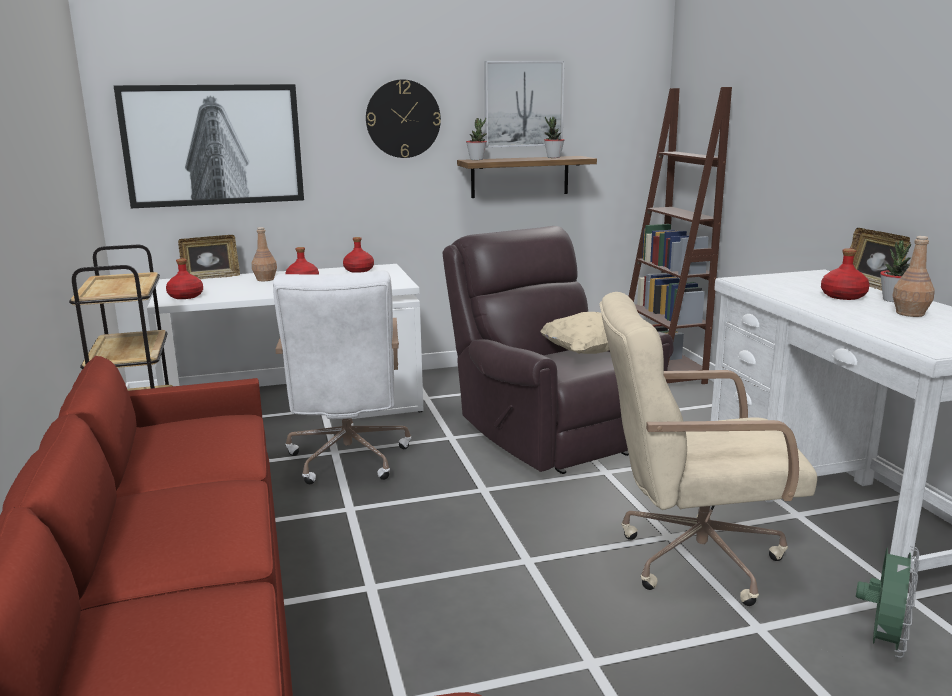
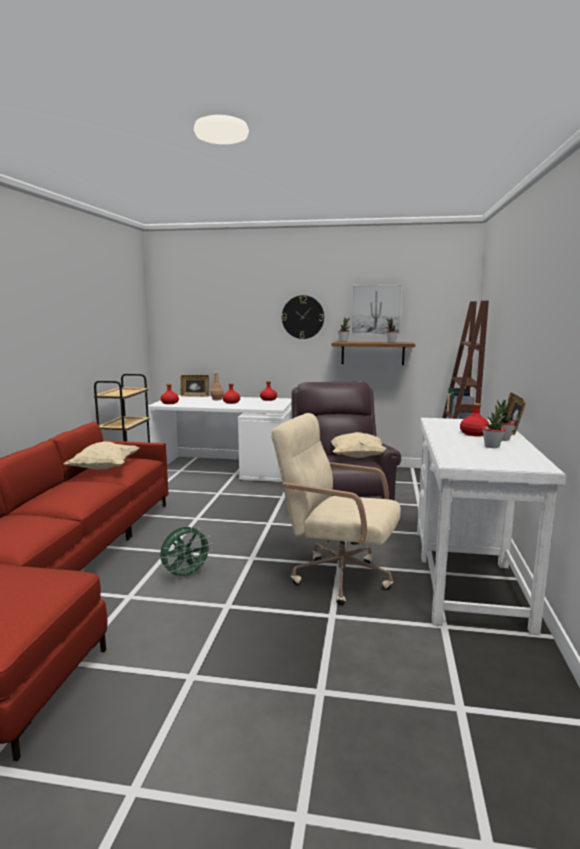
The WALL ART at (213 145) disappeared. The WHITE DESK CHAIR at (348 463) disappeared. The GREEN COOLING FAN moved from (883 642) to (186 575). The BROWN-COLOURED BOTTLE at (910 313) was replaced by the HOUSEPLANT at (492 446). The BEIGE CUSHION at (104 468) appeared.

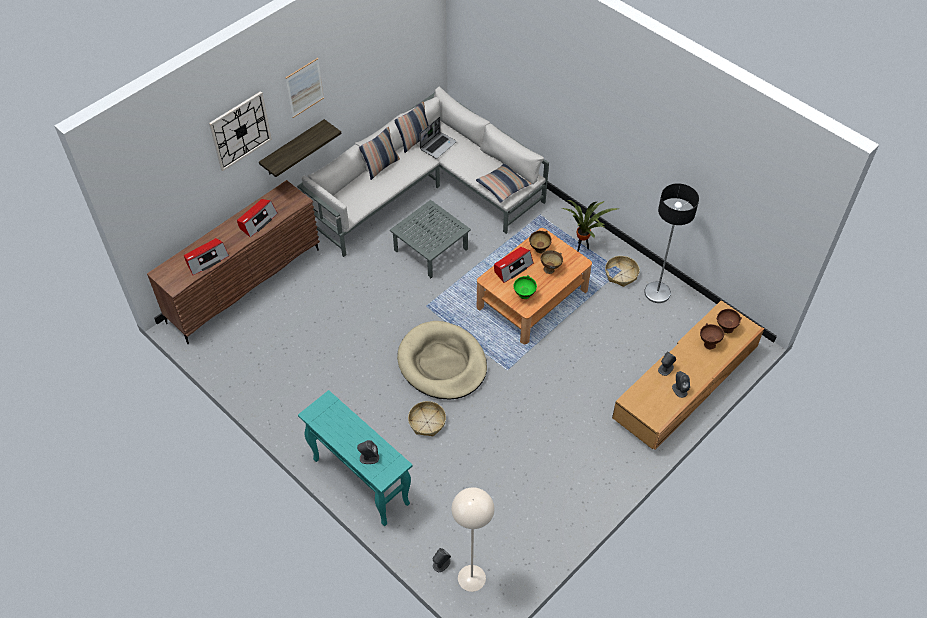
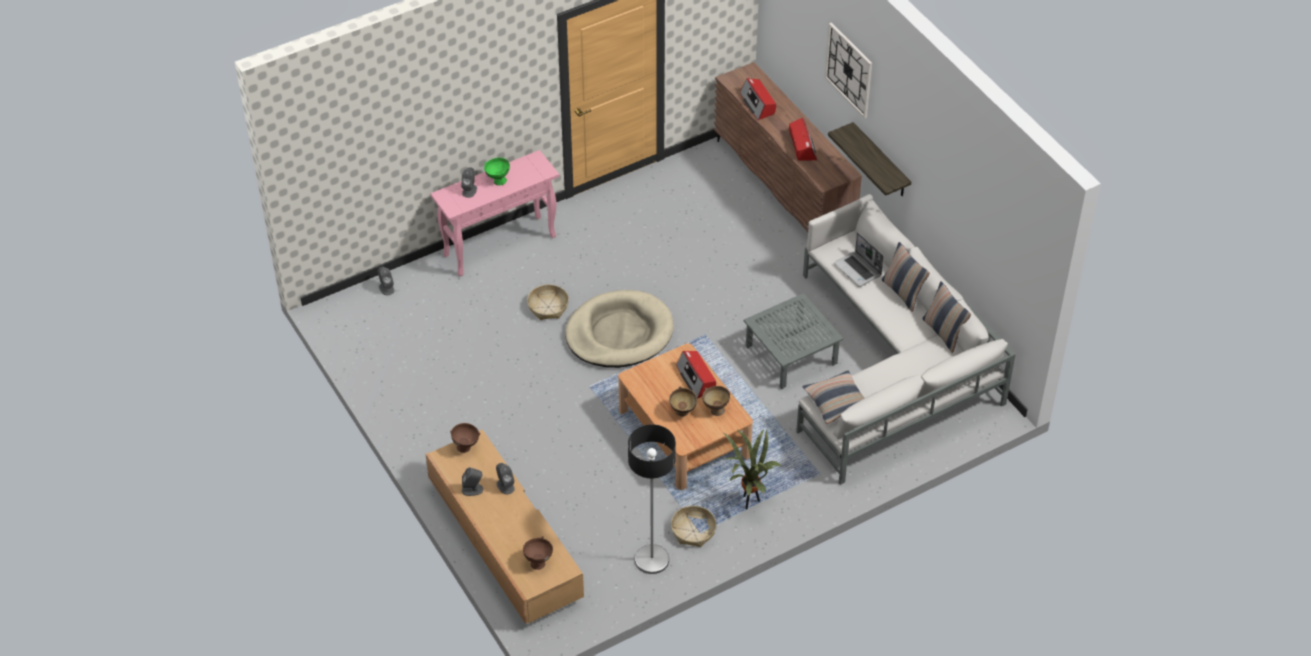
The RADIO at (257 221) turned 150 degrees counterclockwise. The WALL ART at (304 87) disappeared. The TURQUOISE-COLOURED NARROW TABLE at (360 481) became the PINKISH NARROW TABLE at (500 245). The NOTEBOOK COMPUTER moved from (438 145) to (858 270). The BEIGE STANDING LAMP at (471 578) disappeared. The GREEN SERVING BOWL moved from (524 297) to (497 180). The BROWN-COLOURED SERVING BOWL moved from (708 343) to (467 447).

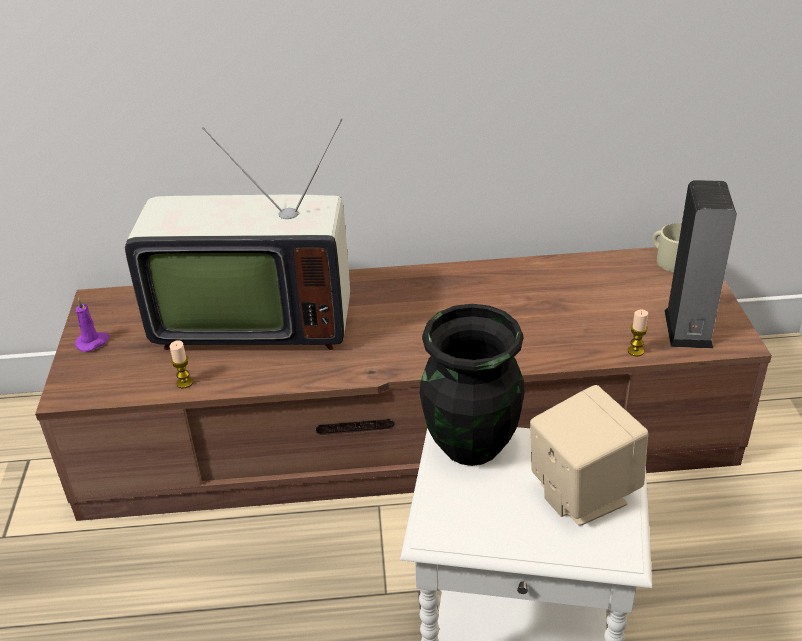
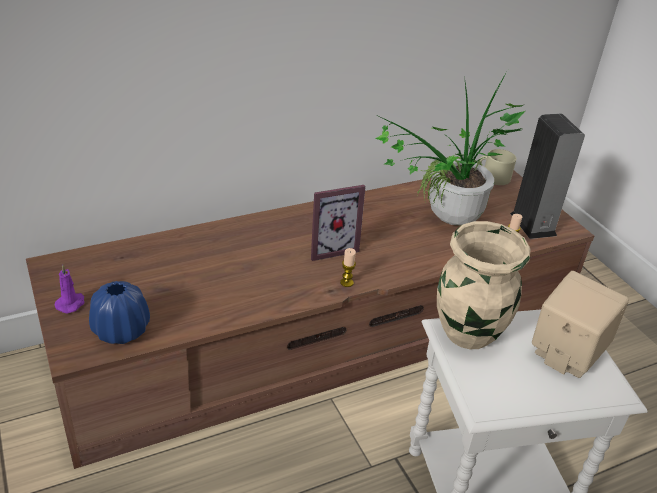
The TV at (252 321) disappeared. The WAX LIGHT moved from (184 383) to (346 282). The BLACK DECORATIVE VASE at (470 446) became the BEIGE DECORATIVE VASE at (468 334). The BLUE-COLOURED DECORATIVE VASE at (121 331) appeared. The STANDING FRAME at (330 247) appeared. The HOUSEPLANT at (445 222) appeared.

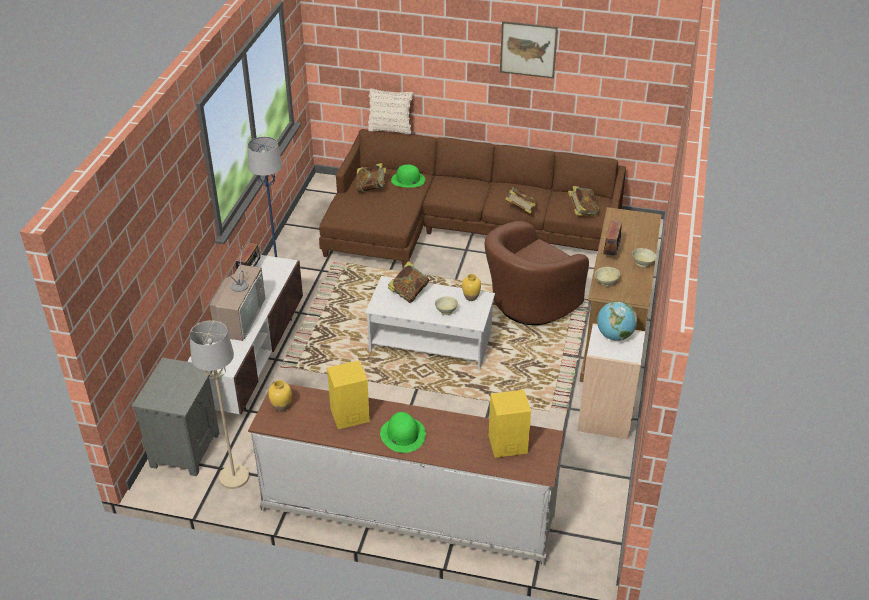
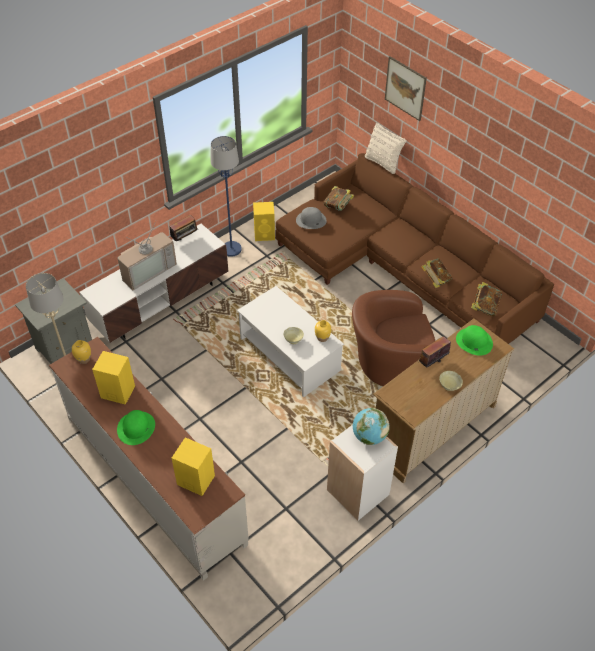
The BOOK at (409 293) disappeared. The GREEN HAT moved from (408 180) to (474 341). The WALL ART moved from (528 49) to (405 88). The BEIGE SERVING BOWL at (606 282) disappeared. The YELLOW-COLOURED SPEAKER at (265 234) appeared. The GREY HAT at (311 220) appeared.

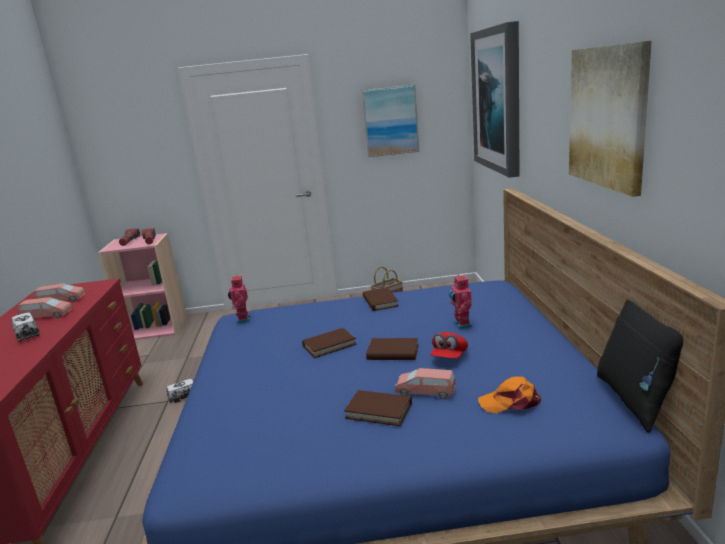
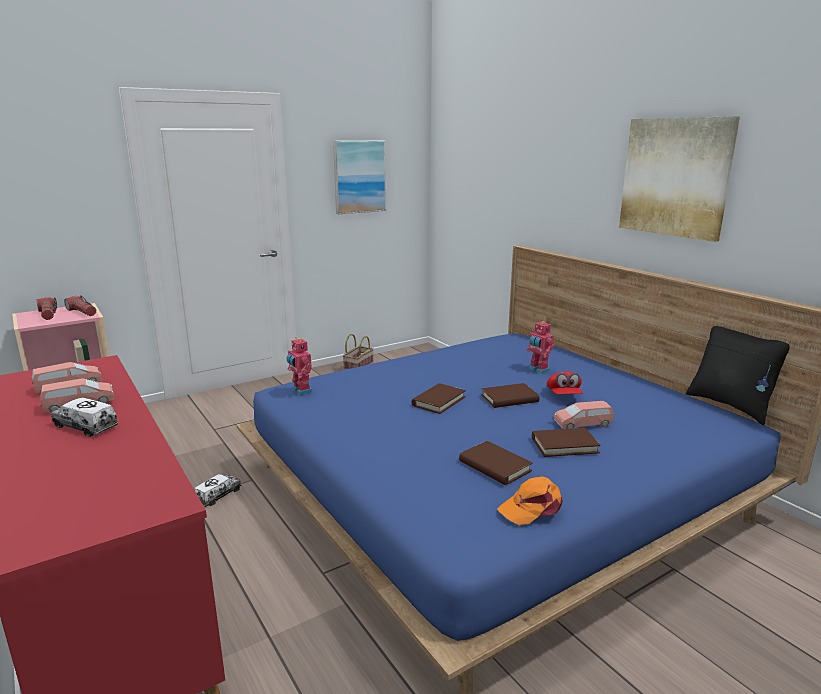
The BROWN-COLOURED BOOK moved from (380 301) to (494 466). The WALL ART at (498 100) disappeared. The ORANGE-COLOURED CAP moved from (510 402) to (532 508).

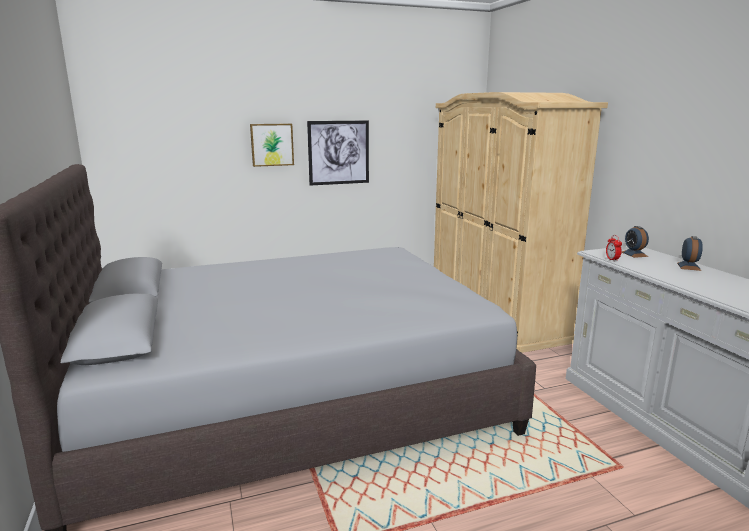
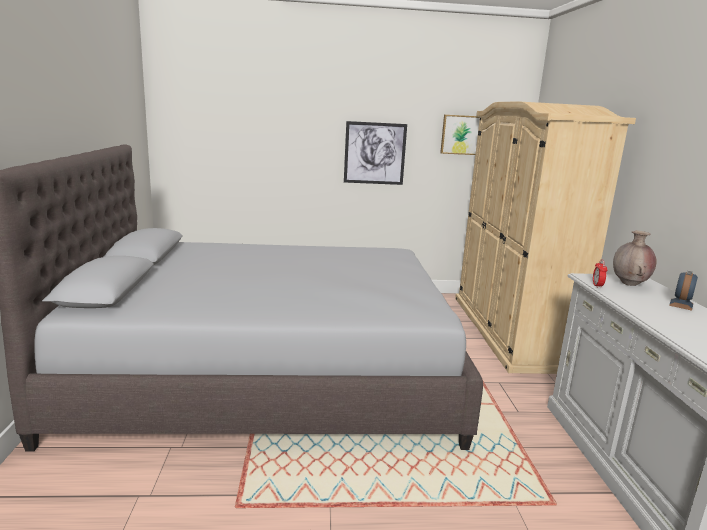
The WALL ART moved from (272 144) to (460 134). The ALARM CLOCK at (634 254) was replaced by the BROWN-COLOURED DECORATIVE VASE at (629 284).

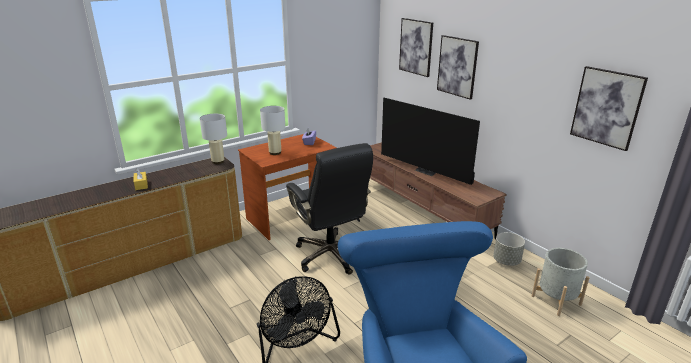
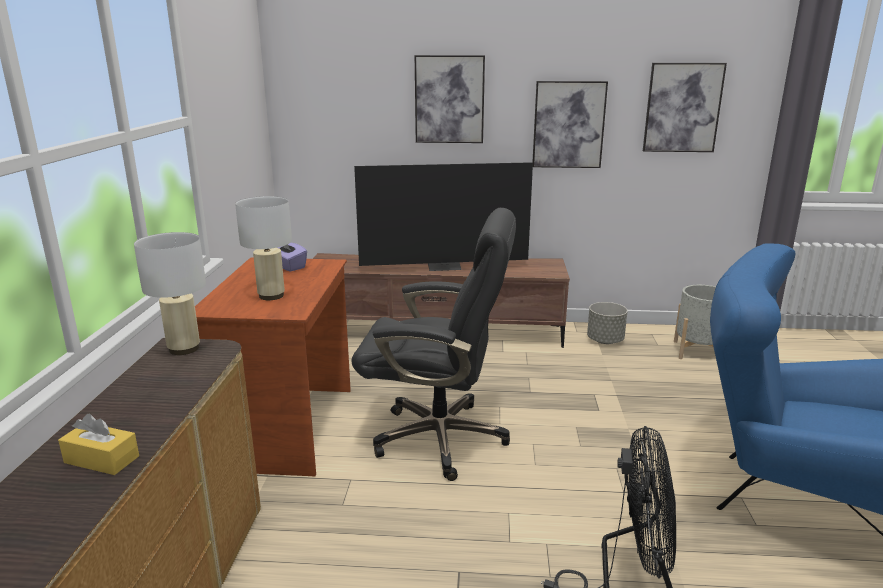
The WALL ART moved from (416 47) to (568 125).

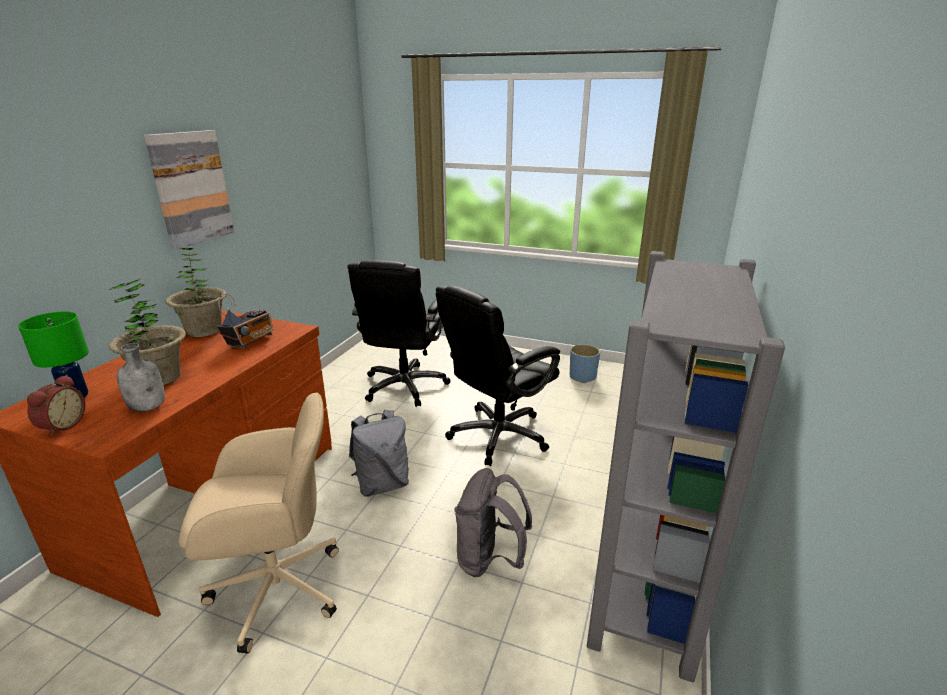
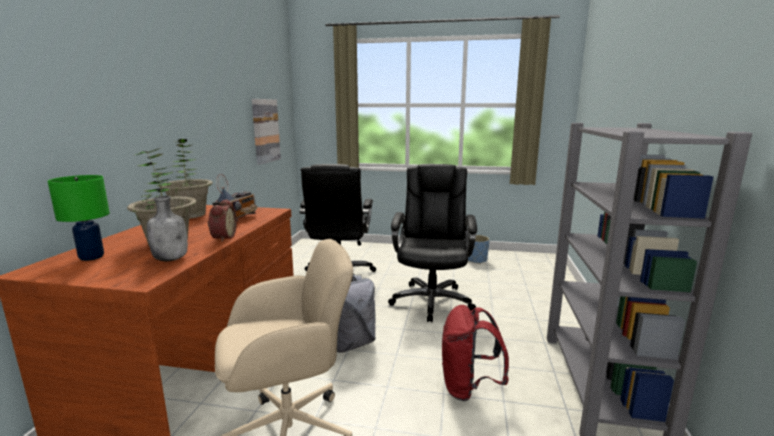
The ALARM CLOCK moved from (61 426) to (222 237). The WALL ART moved from (191 188) to (265 131). The BLACK DESK CHAIR at (498 435) turned 150 degrees clockwise. The GREY RUCKSACK at (489 560) became the REDDISH RUCKSACK at (468 388).

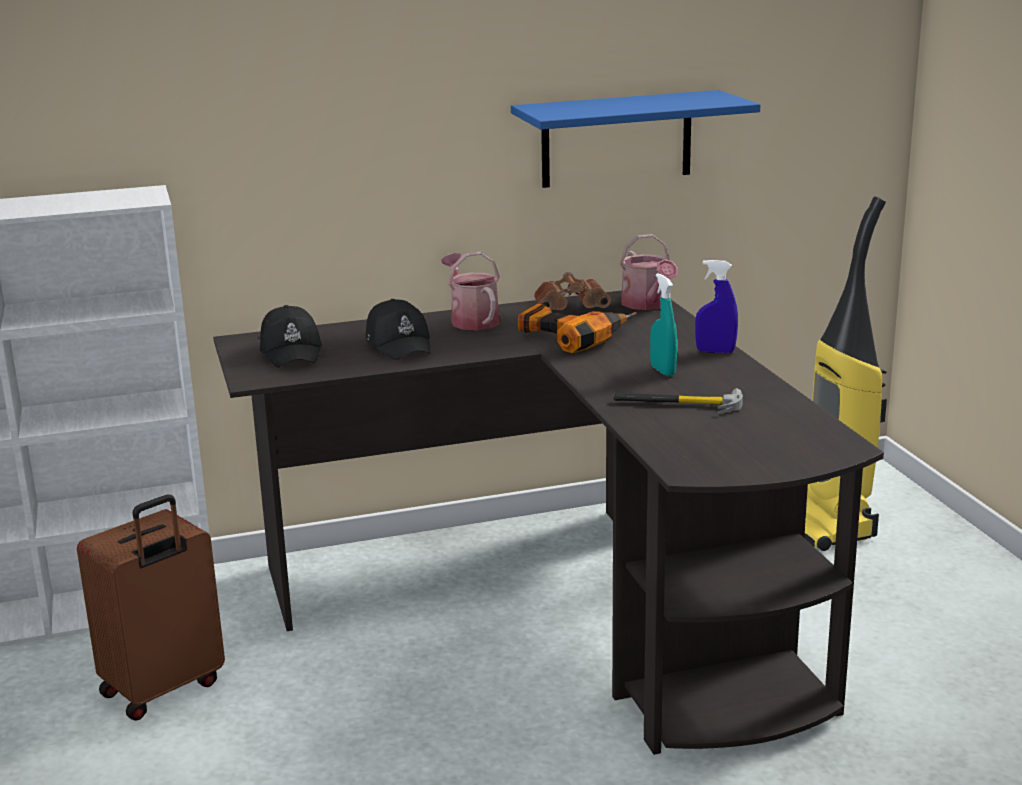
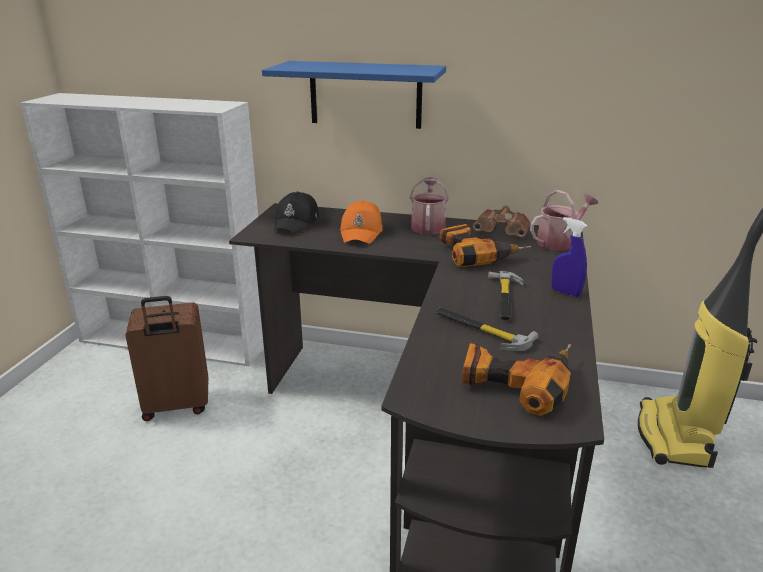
The BLACK CAP at (399 344) became the ORANGE-COLOURED CAP at (362 232). The BLUE-COLOURED BRACKET SHELF moved from (616 139) to (365 94). The WATERING POT at (647 304) turned 135 degrees counterclockwise. The TURQUOISE-COLOURED SPRAYER at (663 371) was replaced by the HAMMER at (505 298). The POWER DRILL at (516 380) appeared.

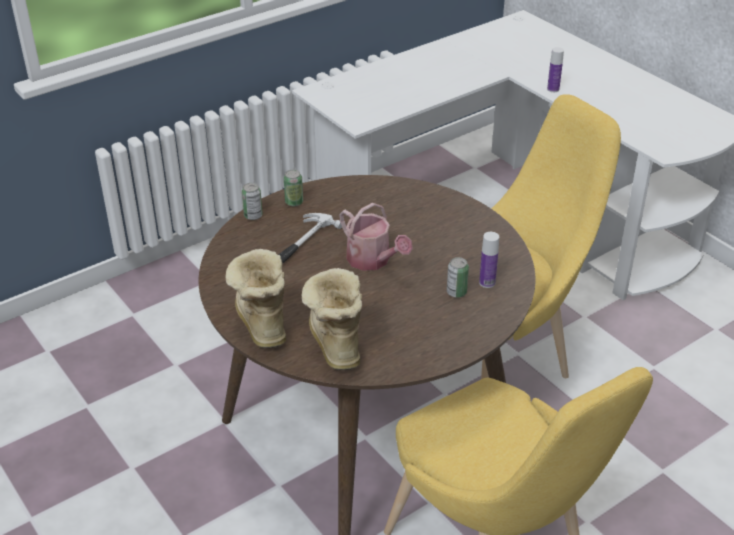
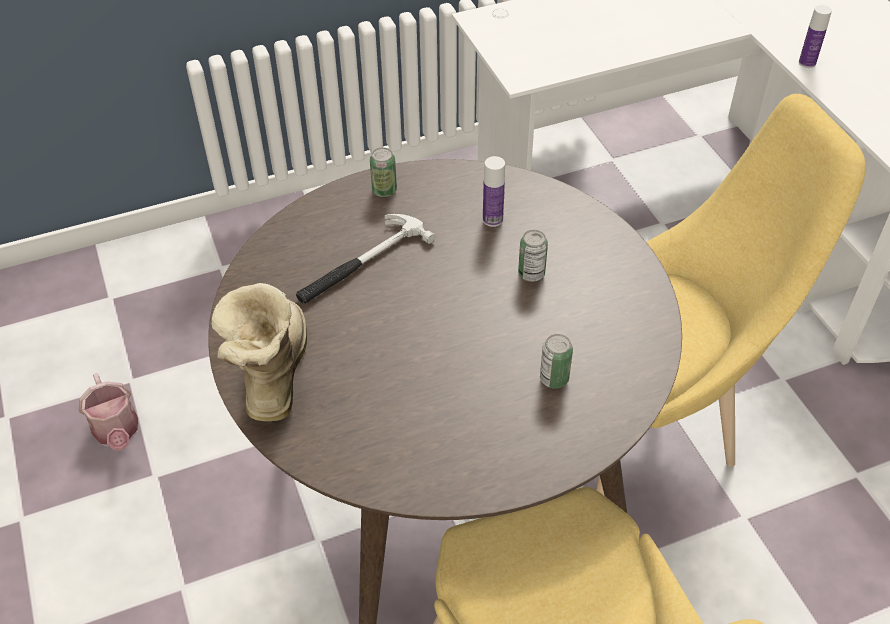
The CAN moved from (253 216) to (531 274). The TALL BOOT at (333 342) disappeared. The WATERING POT moved from (373 261) to (117 432). The BOTTLE moved from (487 283) to (492 219).

